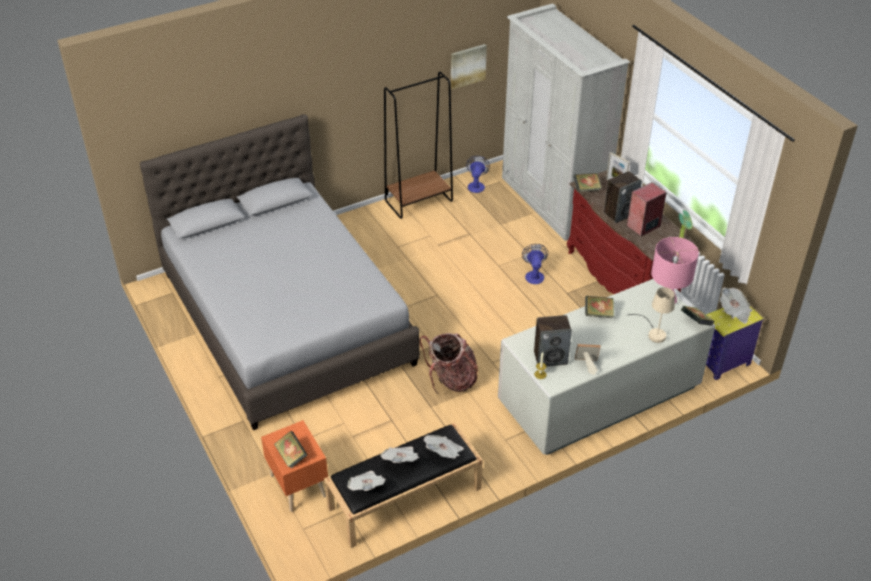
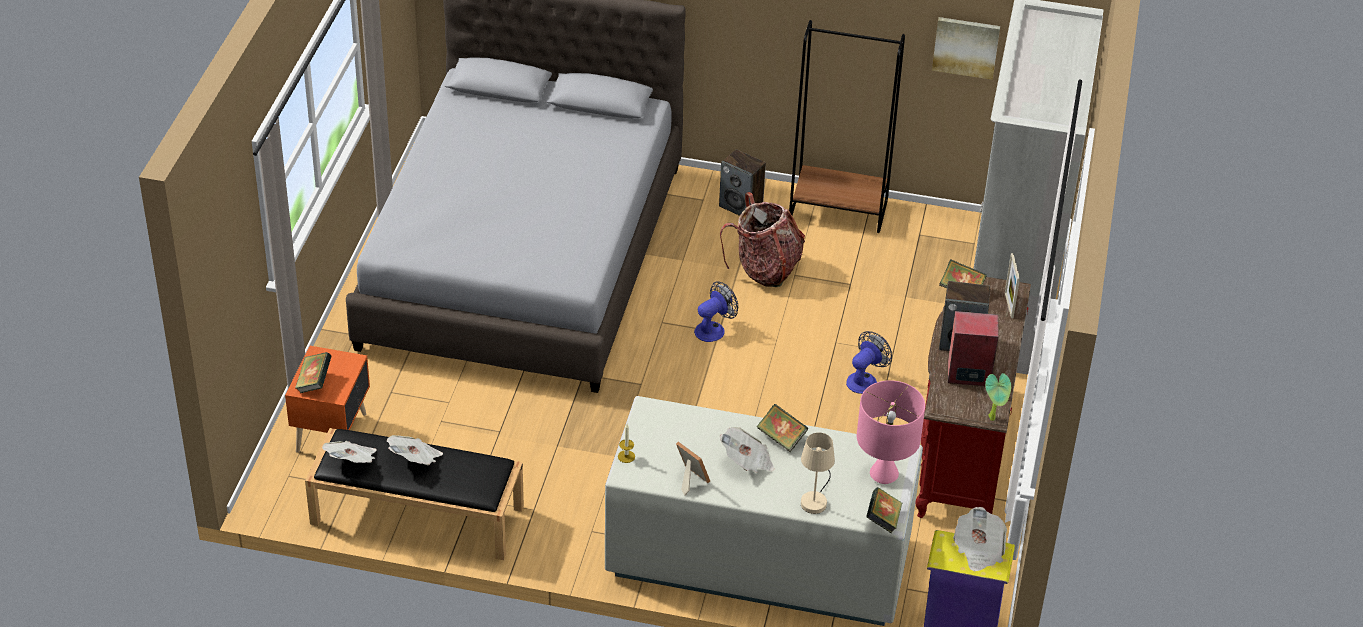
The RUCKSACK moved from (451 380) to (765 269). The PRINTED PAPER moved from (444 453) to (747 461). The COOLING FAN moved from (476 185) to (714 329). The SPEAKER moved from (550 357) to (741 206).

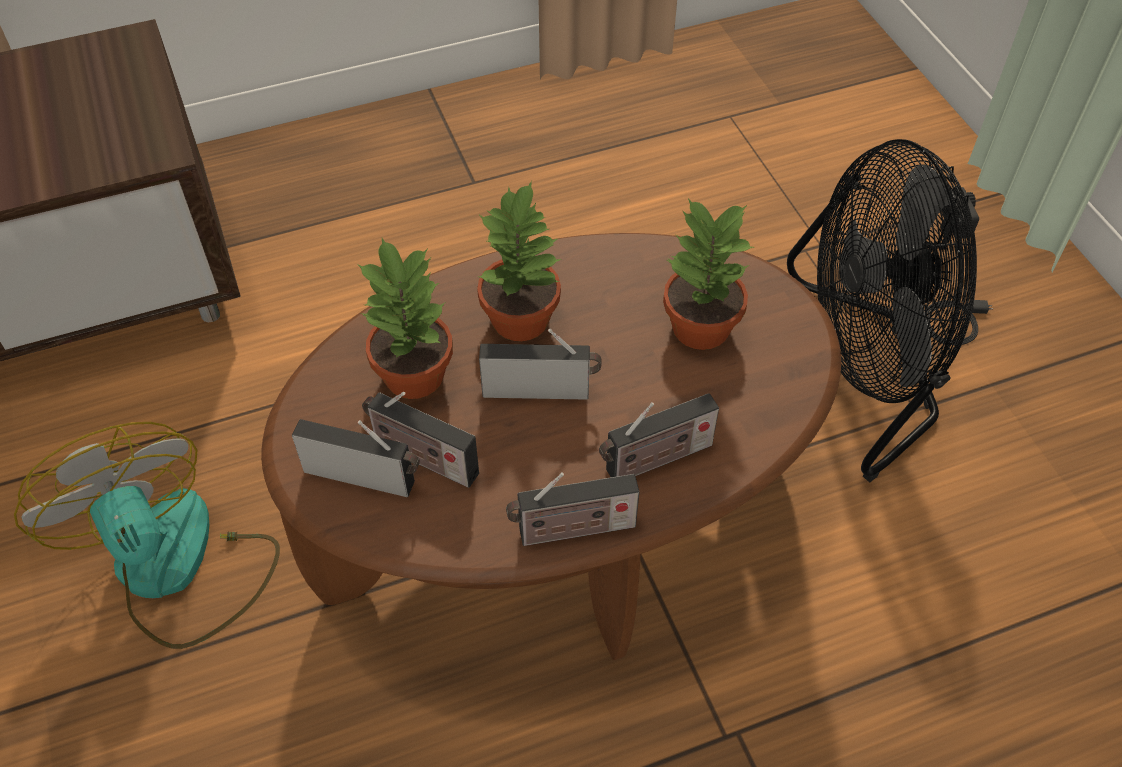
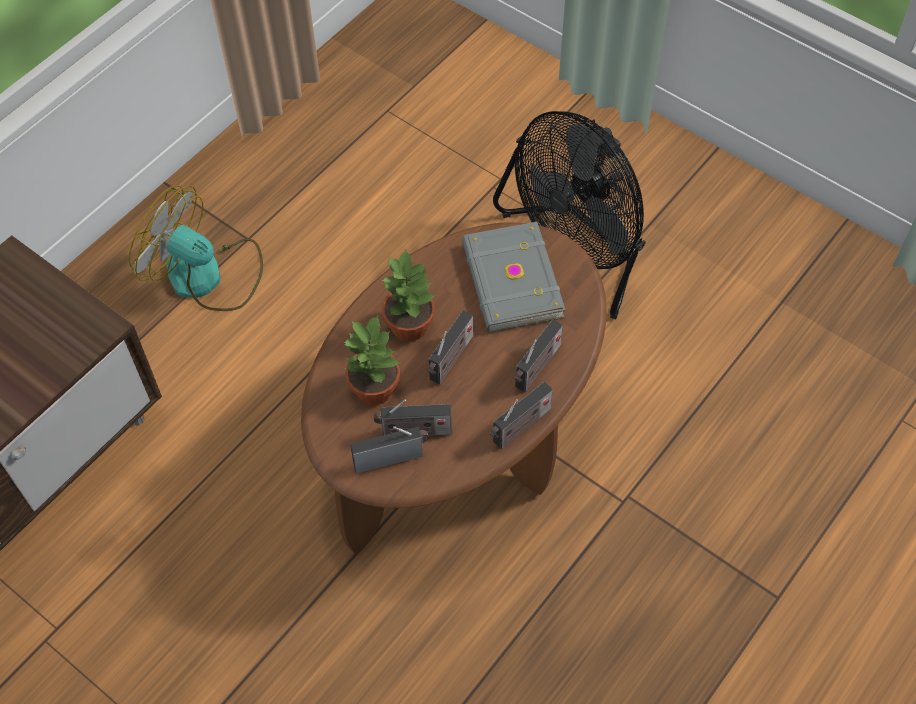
The COOLING FAN moved from (177 568) to (207 276). The RADIO at (541 389) turned 150 degrees clockwise. The HOUSEPLANT at (699 327) was replaced by the GREY BOOK at (510 281).

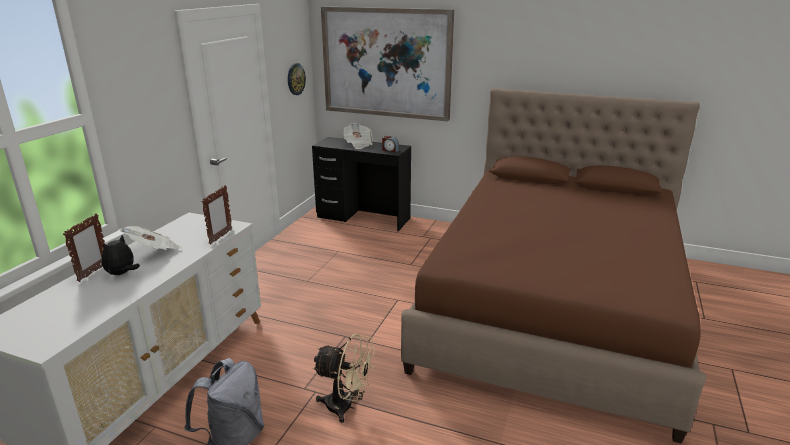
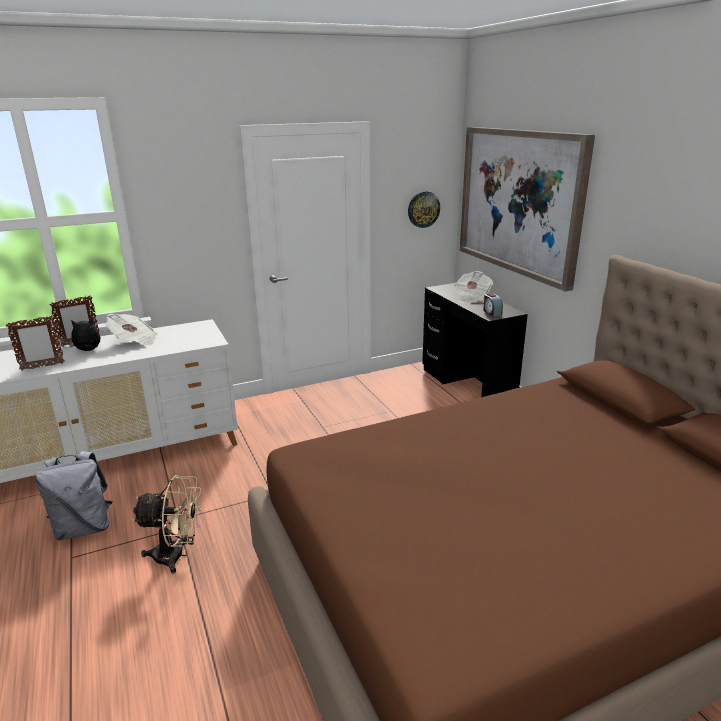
The STANDING FRAME moved from (220 237) to (42 366). The BEIGE COOLING FAN at (346 407) turned 60 degrees counterclockwise.

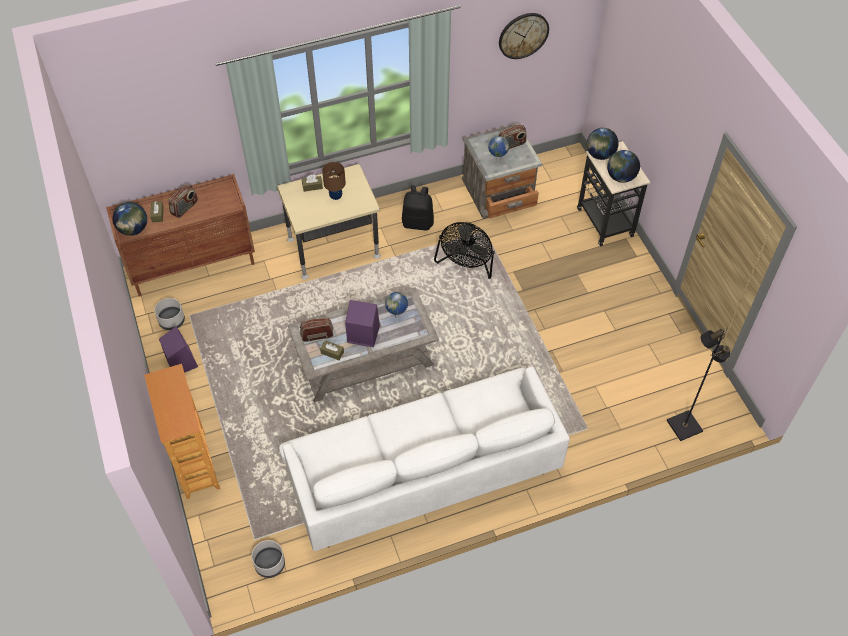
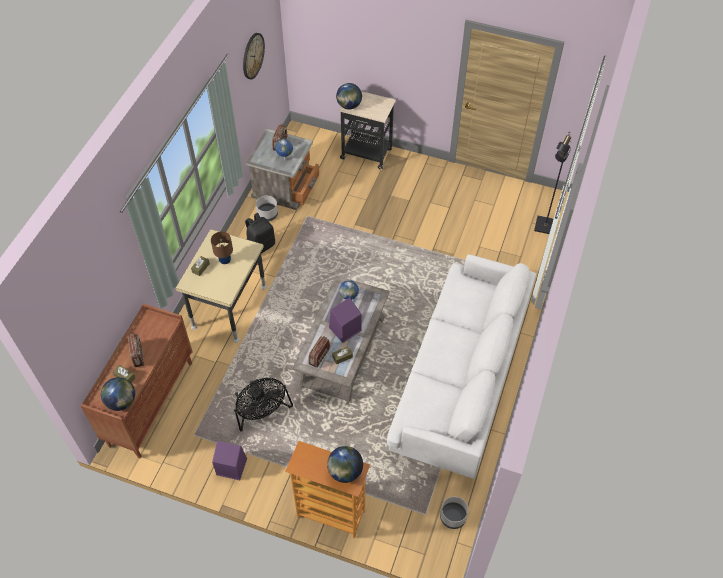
The GREY PLANT POT moved from (172 320) to (267 214). The BLACK COOLING FAN moved from (465 262) to (259 411). The WORLD GLOBE moved from (620 177) to (345 471).

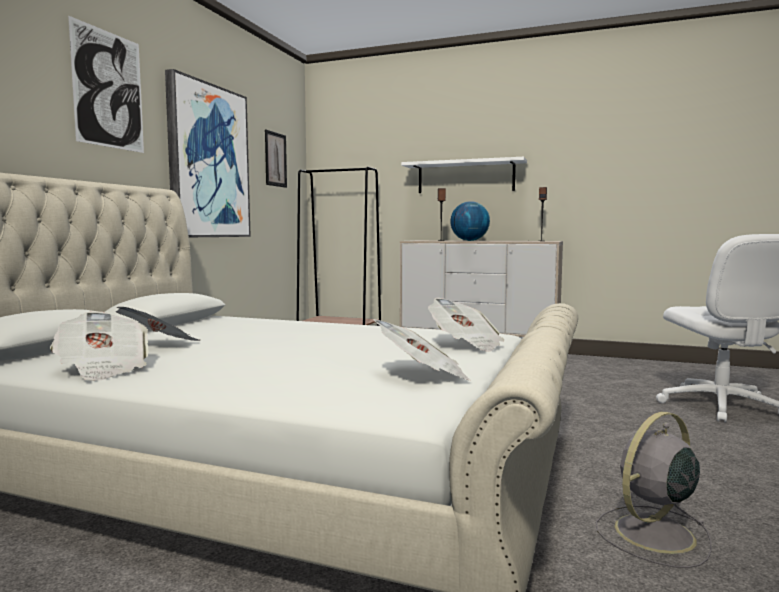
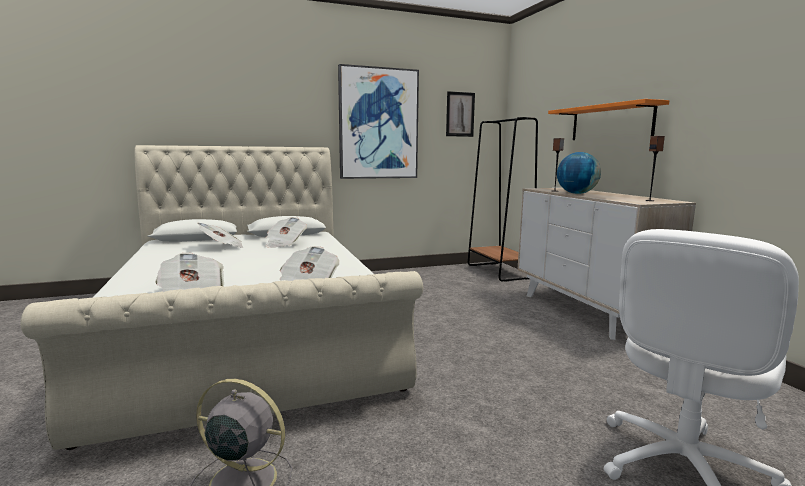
The PRINTED PAPER moved from (103 369) to (284 244). The WALL ART at (108 89) disappeared. The WHITE BRACKET SHELF at (465 177) became the ORANGE-COLOURED BRACKET SHELF at (610 123).

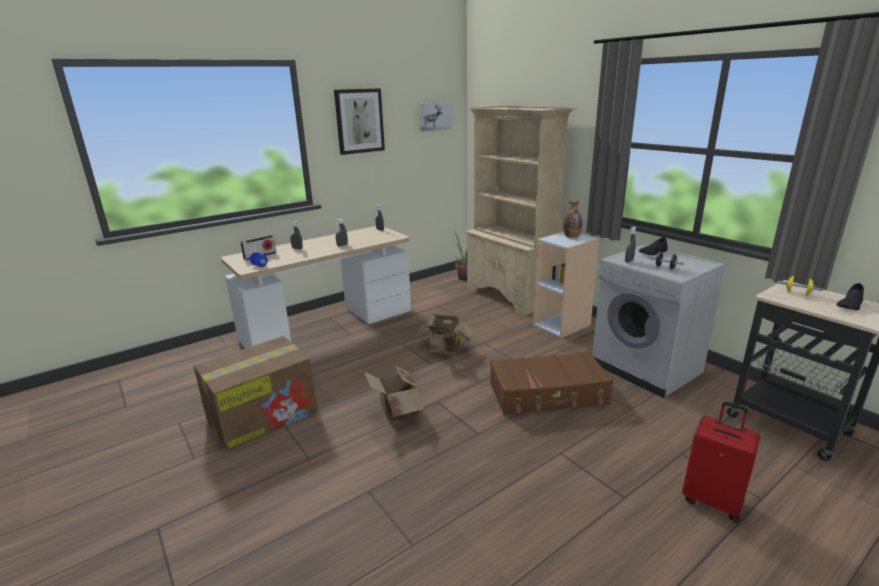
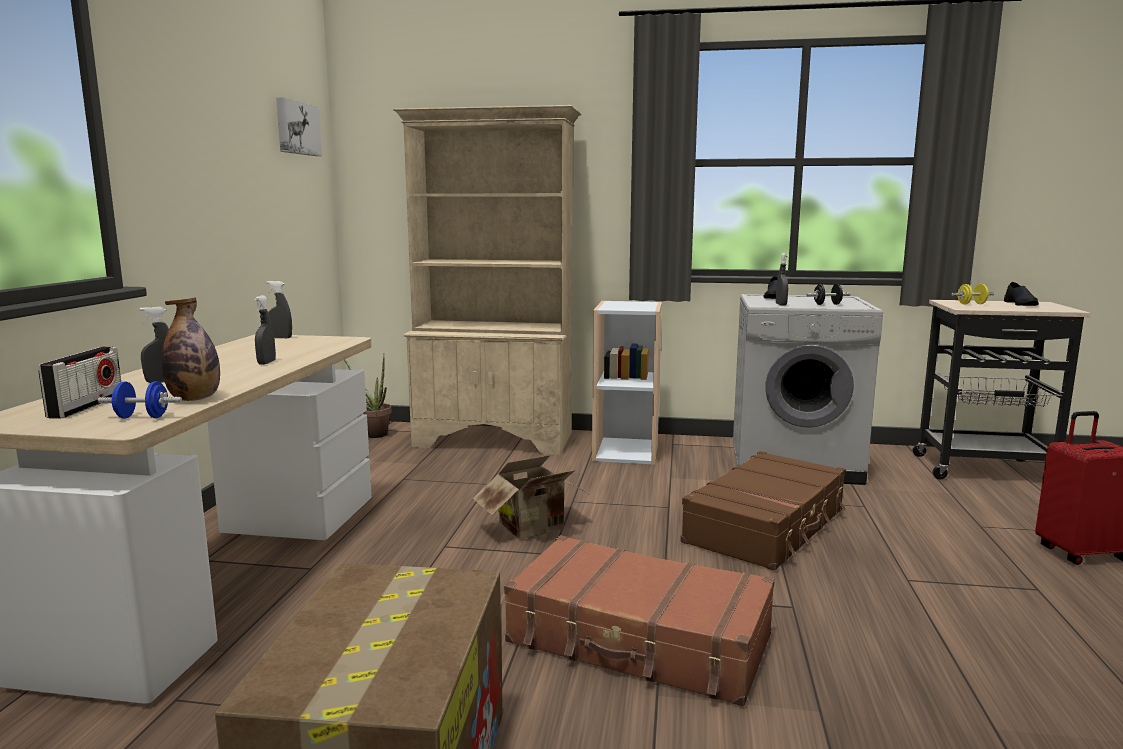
The WALL ART at (359 121) disappeared. The PACKING BOX at (396 412) was replaced by the BROWN-COLOURED TRAVEL CASE at (639 640). The BOTTLE moved from (571 237) to (195 399).

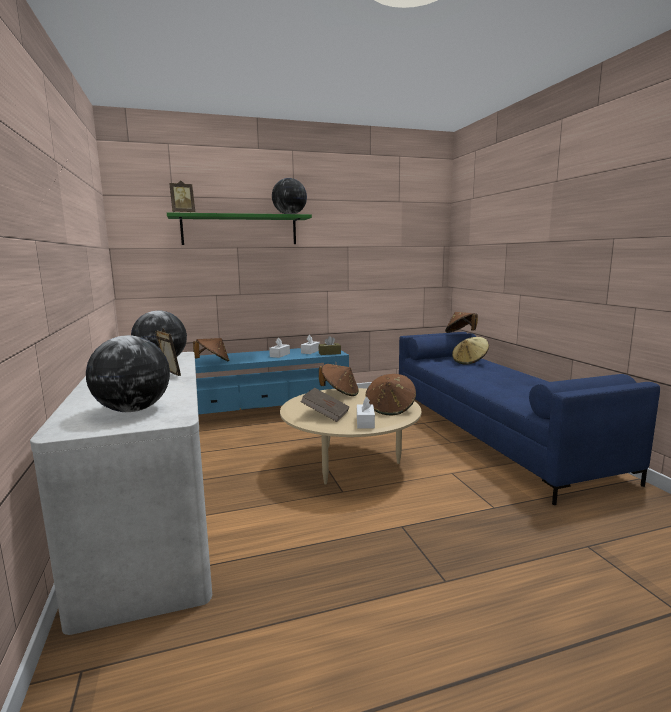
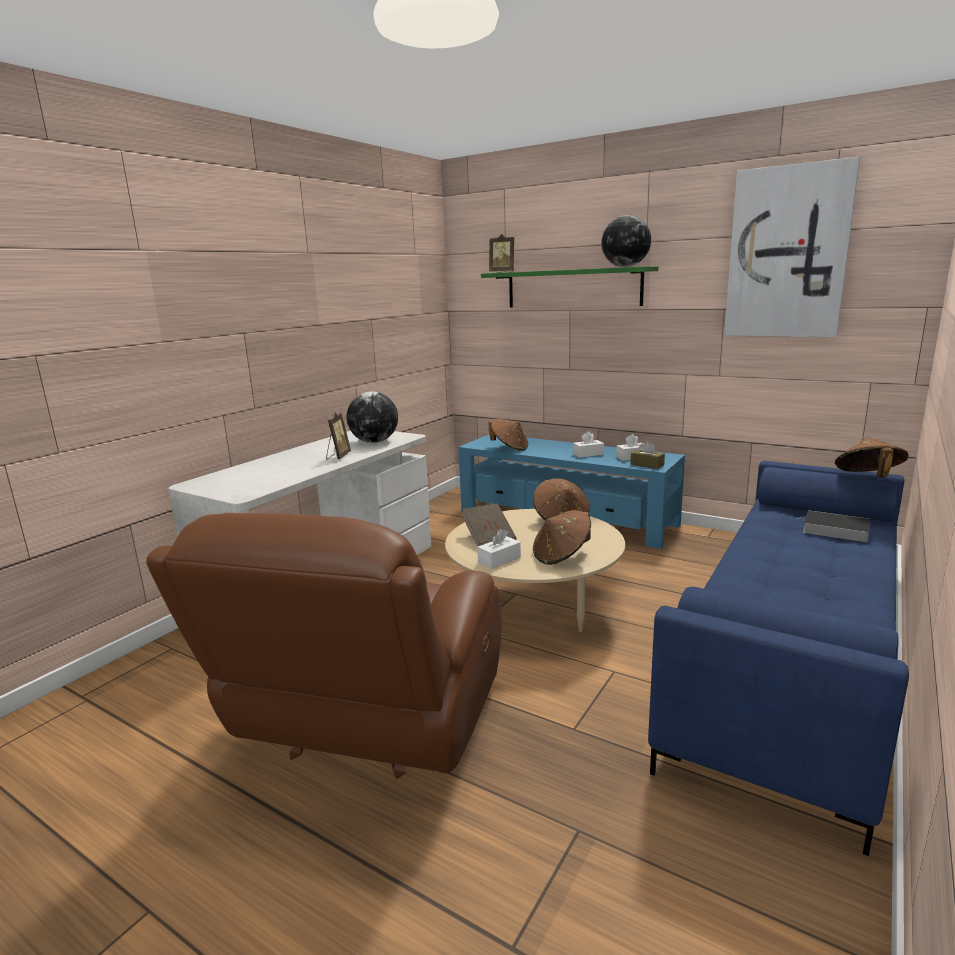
The WORLD GLOBE at (133 410) disappeared. The BEIGE HAT at (470 361) was replaced by the BOOK at (833 530). The BROWN-COLOURED EASY CHAIR at (365 731) appeared. The WALL ART at (787 253) appeared.

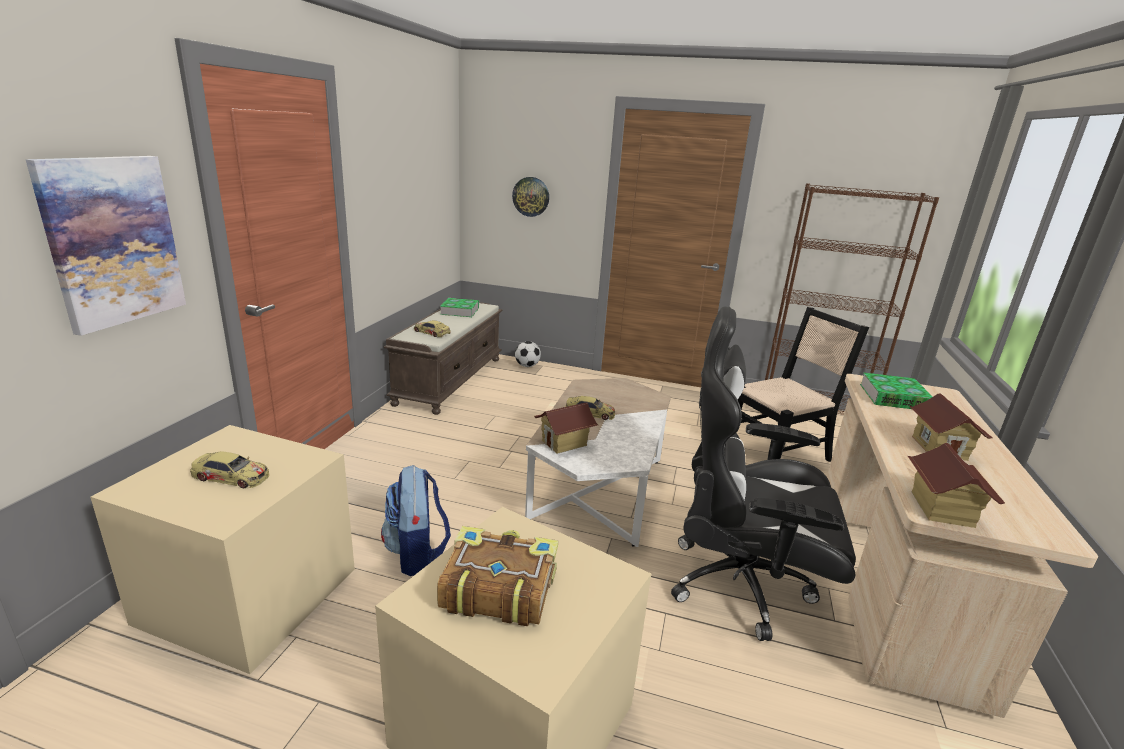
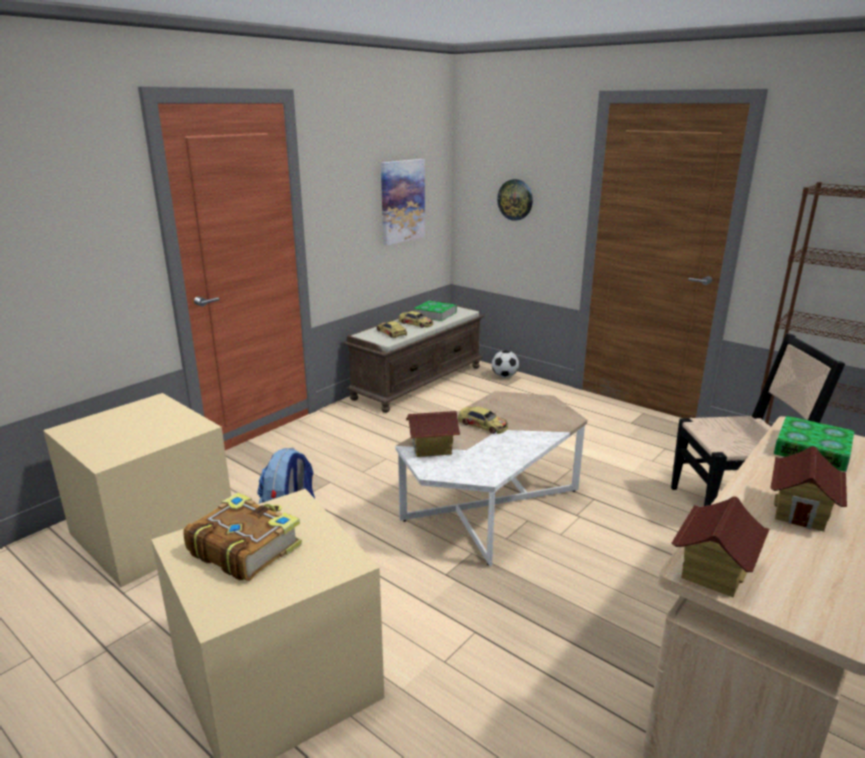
The WALL ART moved from (113 241) to (402 201). The MODEL CAR moved from (231 476) to (416 323). The BLACK DESK CHAIR at (747 585) disappeared.

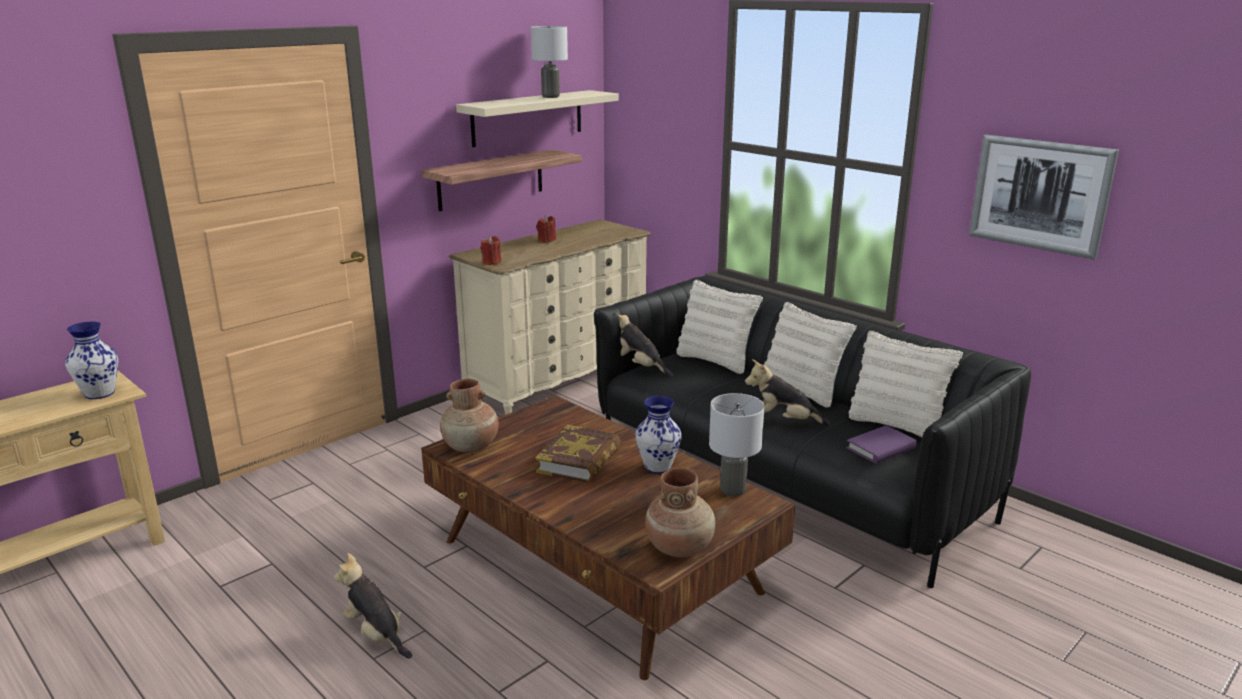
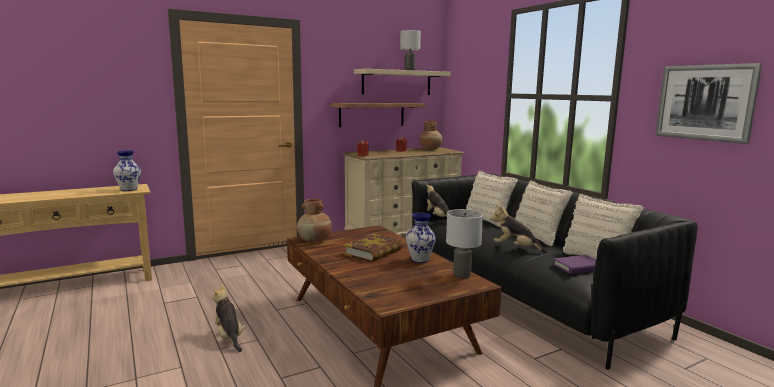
The BROWN-COLOURED DECORATIVE VASE moved from (679 547) to (430 149).

